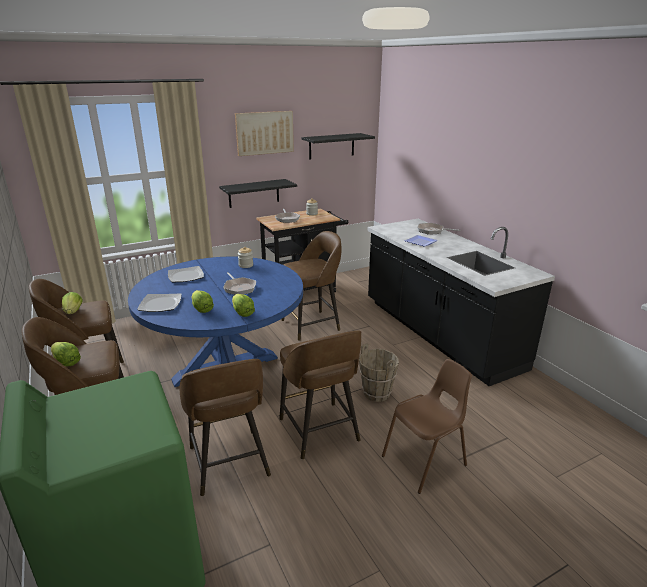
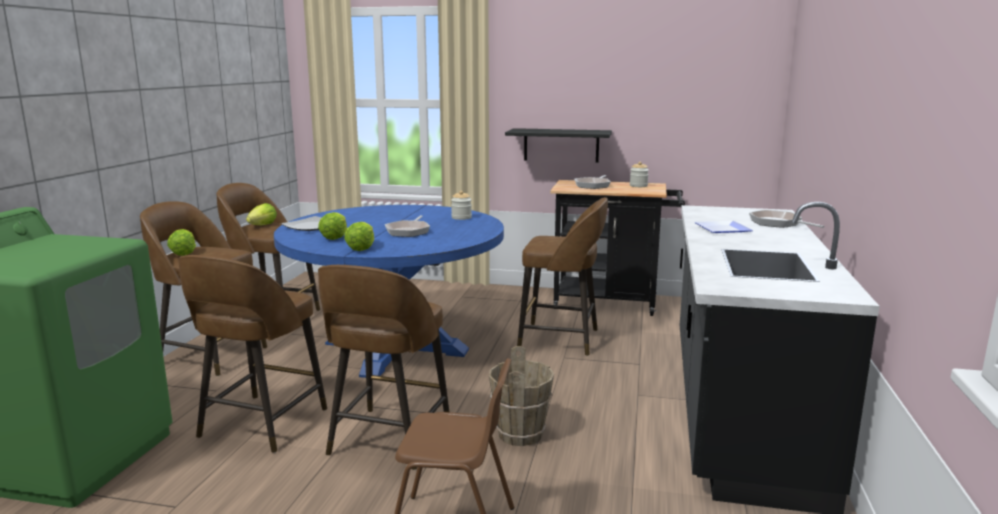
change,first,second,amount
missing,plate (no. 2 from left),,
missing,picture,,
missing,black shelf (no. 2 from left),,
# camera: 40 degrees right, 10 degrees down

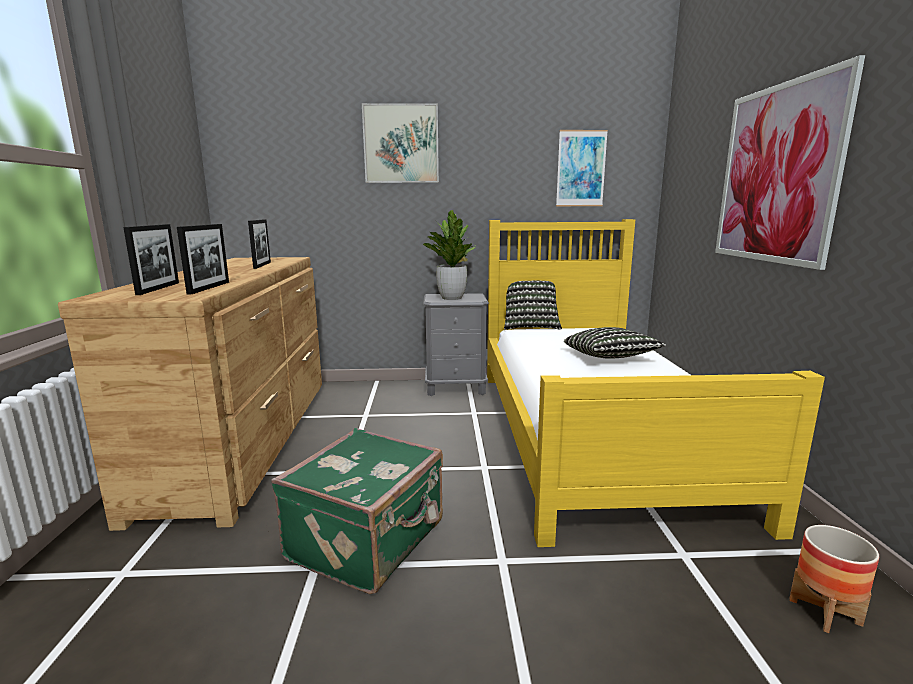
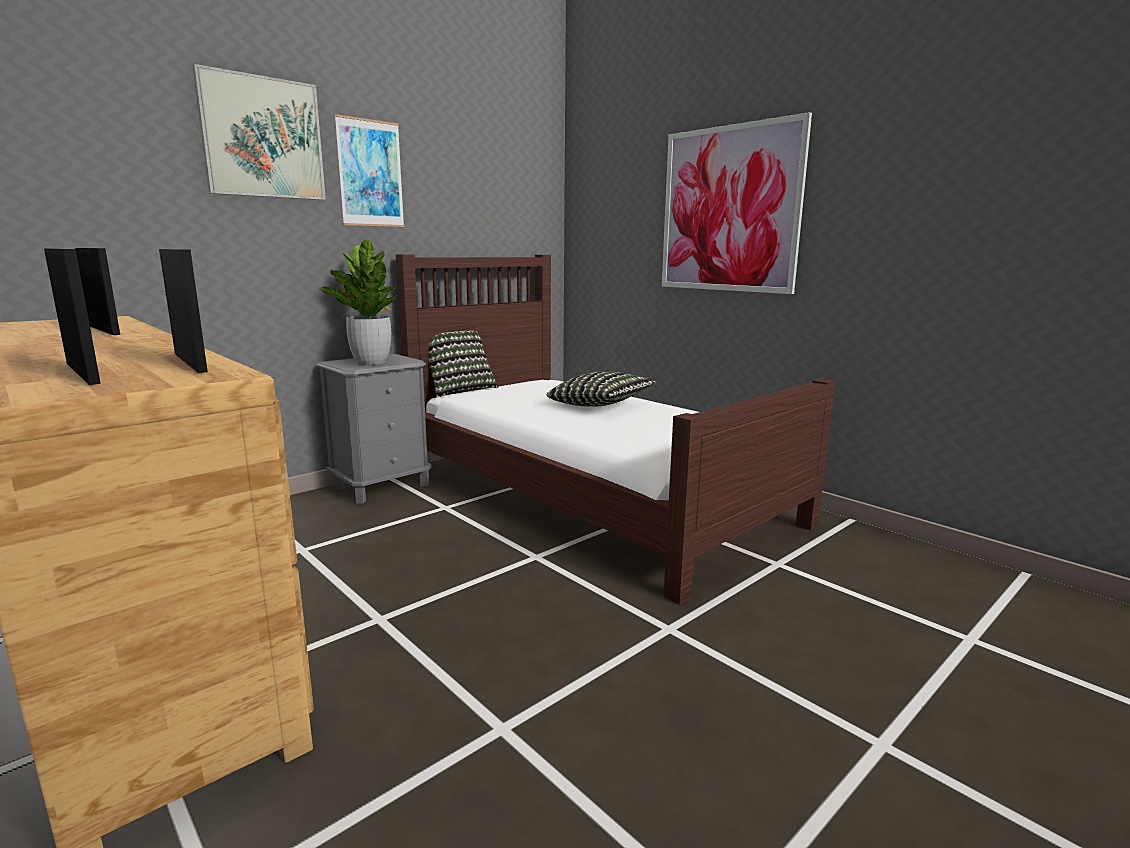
change,first,second,amount
missing,green suitcase,,
colour,yellow bed,brown bed,
relocated,picture (no. 2 from left),,
missing,planter,,
# camera: 40 degrees left, 0 degrees up

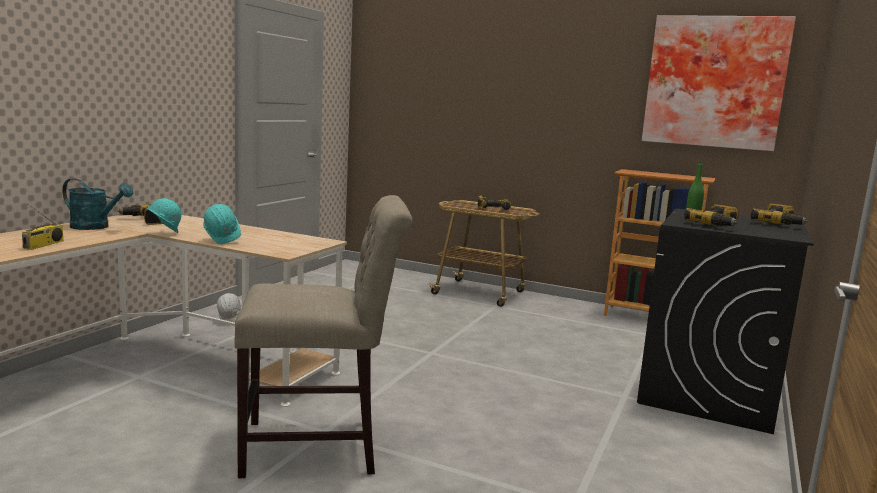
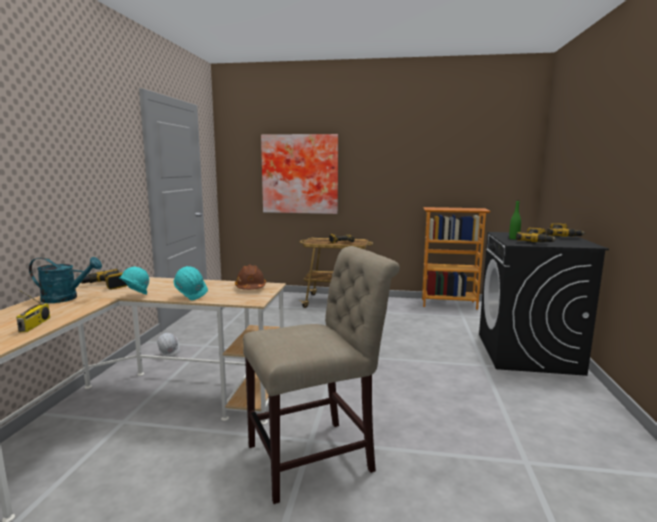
change,first,second,amount
relocated,picture,,
appeared,,brown hard hat,
# camera: 15 degrees left, 0 degrees up

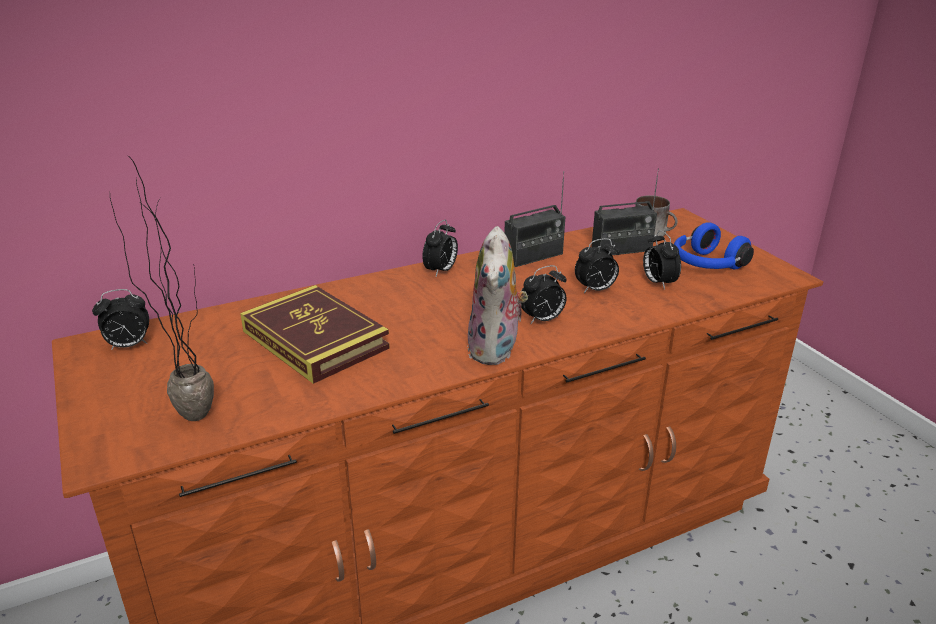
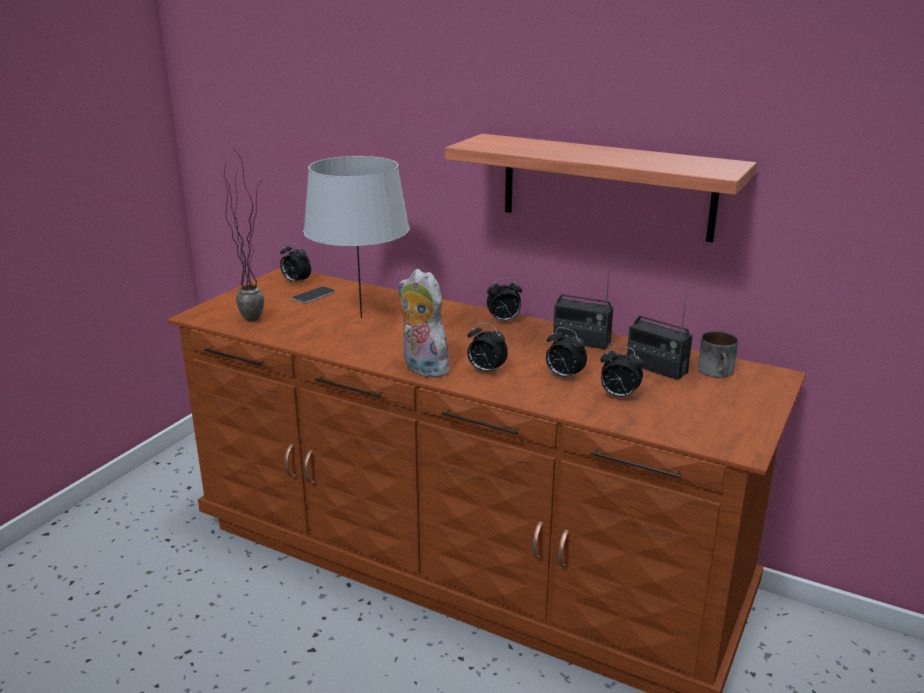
change,first,second,amount
exchanged,book,grey table lamp,
spun,plush toy,,75 degrees clockwise
spun,alarm clock (no. 5 from left),,105 degrees counterclockwise
missing,blue headphones,,
appeared,,phone,
appeared,,shelf,
# camera: 55 degrees right, 5 degrees down

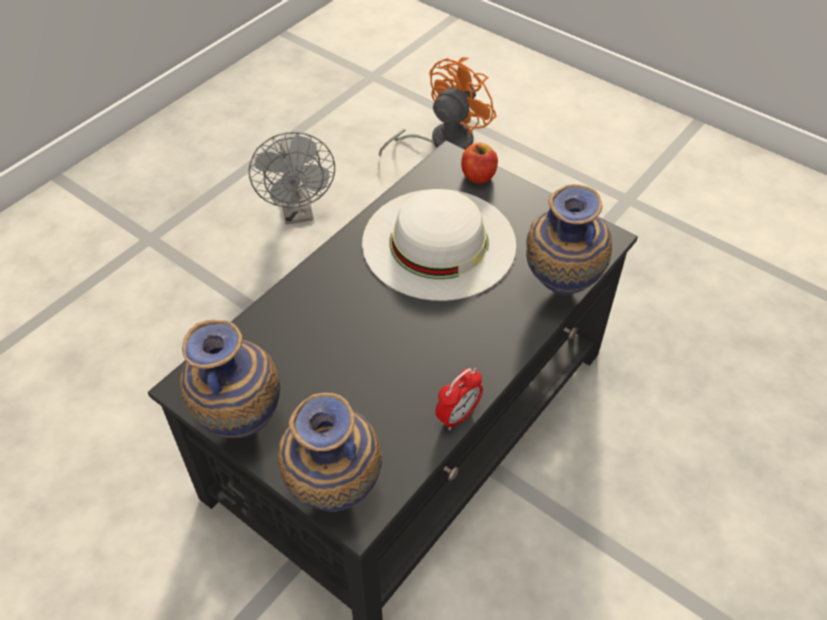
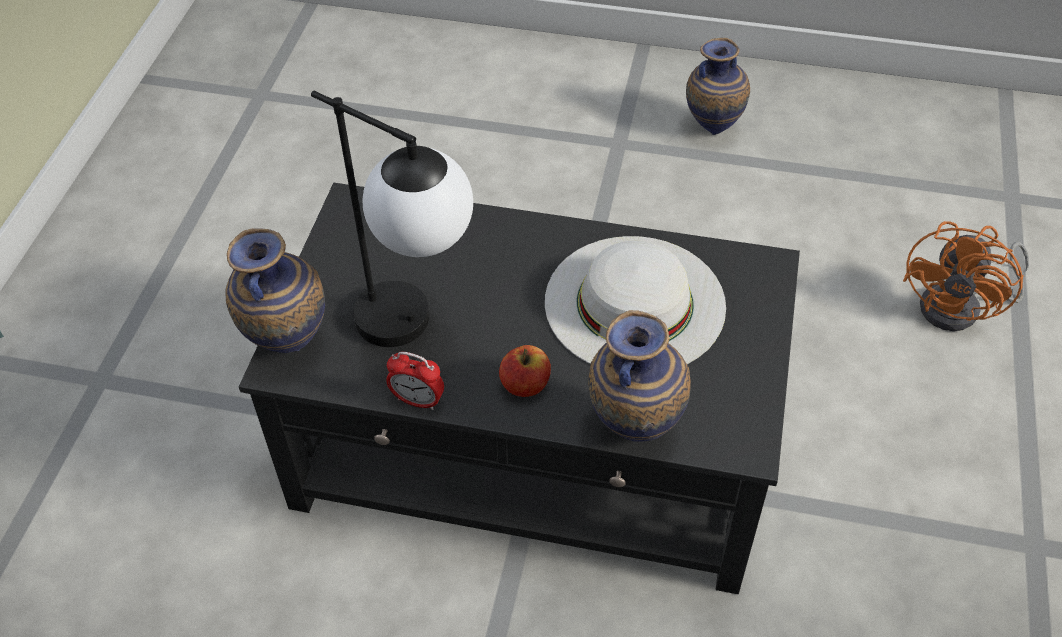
change,first,second,amount
relocated,vase (no. 1 from left in the first image),vase (no. 3 from left),
missing,grey fan,,
spun,orange fan,,105 degrees clockwise
relocated,apple,,
appeared,,table lamp,
# camera: 65 degrees right, 0 degrees up

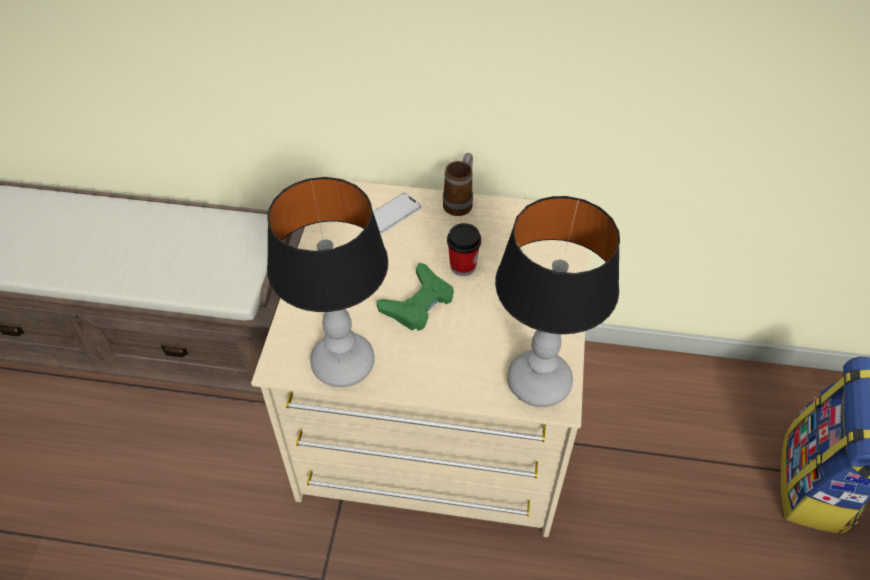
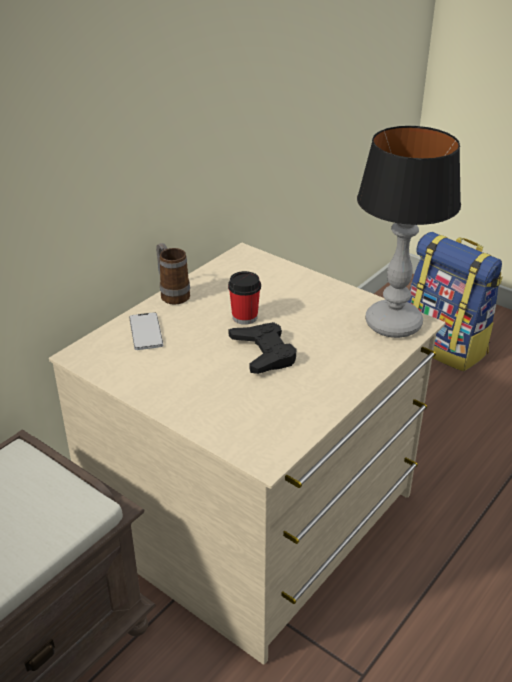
change,first,second,amount
missing,table lamp (no. 1 from left),,
colour,green game controller,black game controller,
# camera: 60 degrees left, 15 degrees down

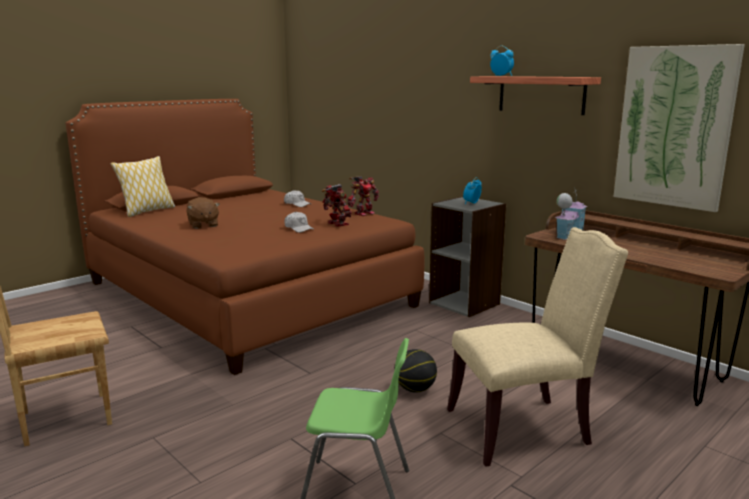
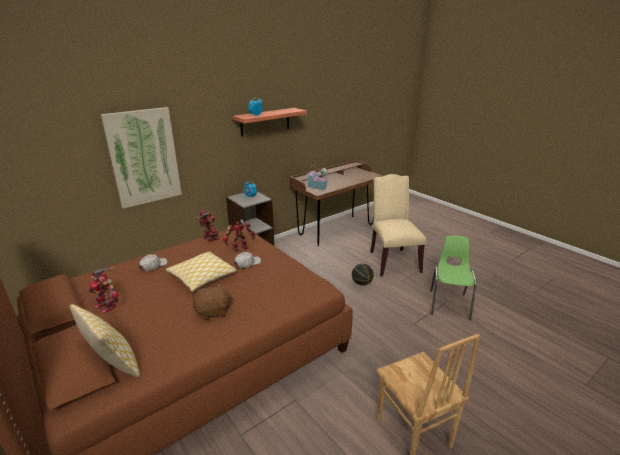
change,first,second,amount
relocated,picture,,
appeared,,toy robot (no. 1 from left),
appeared,,pillow (no. 2 from left),
# camera: 85 degrees left, 10 degrees up

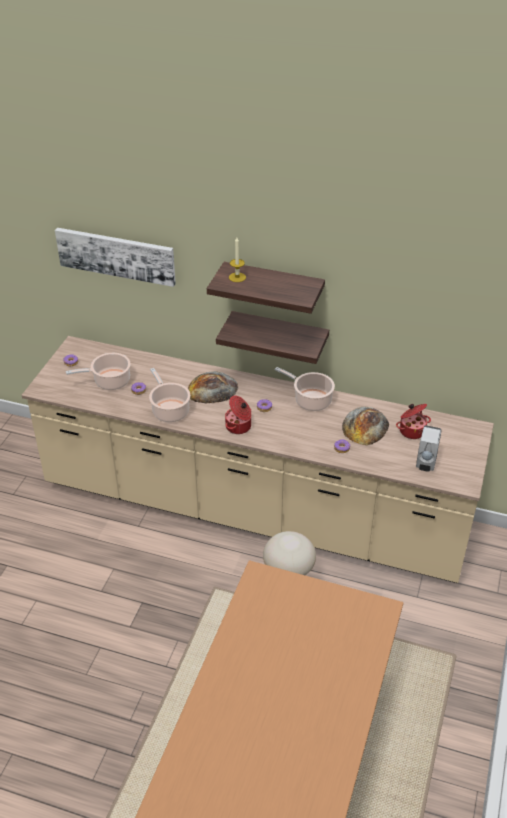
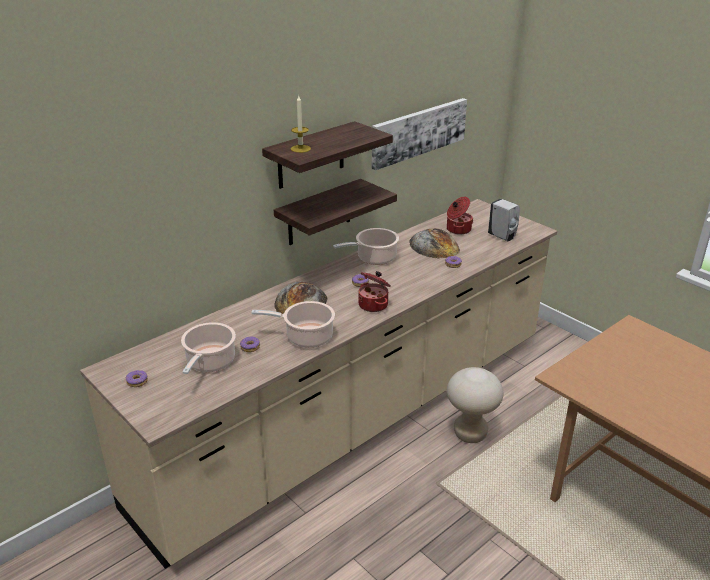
change,first,second,amount
relocated,picture,,
# camera: 60 degrees left, 10 degrees down

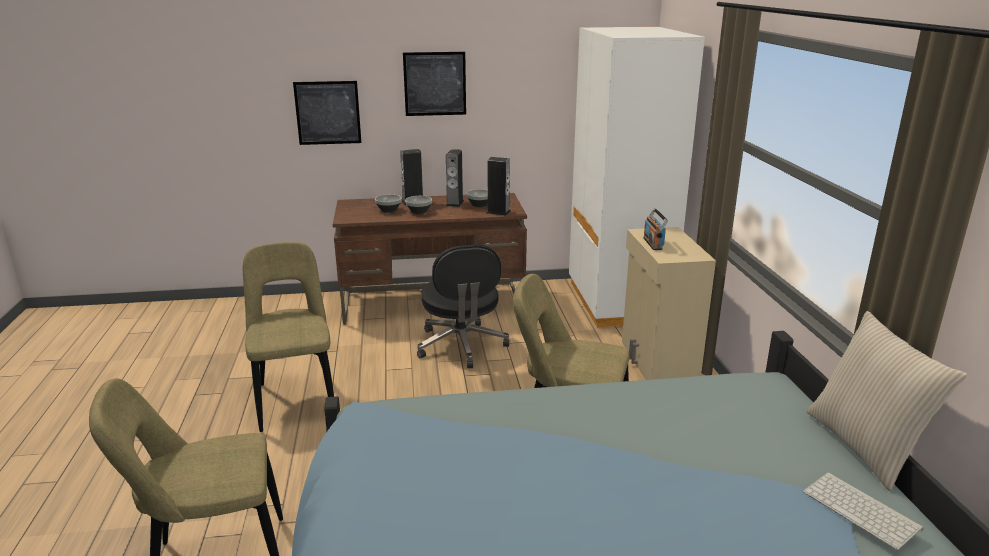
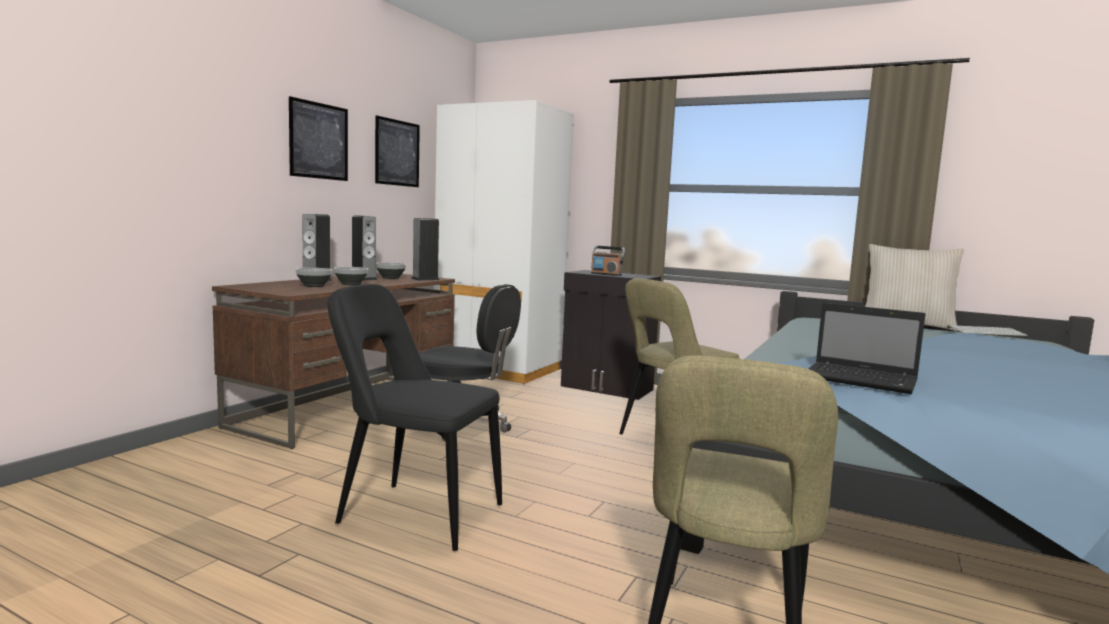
change,first,second,amount
colour,beige chair (no. 2 from left),black chair,
relocated,picture (no. 1 from left in the first image),picture (no. 2 from left),
colour,beige cabinet,black cabinet,
appeared,,laptop,
# camera: 55 degrees left, 15 degrees down

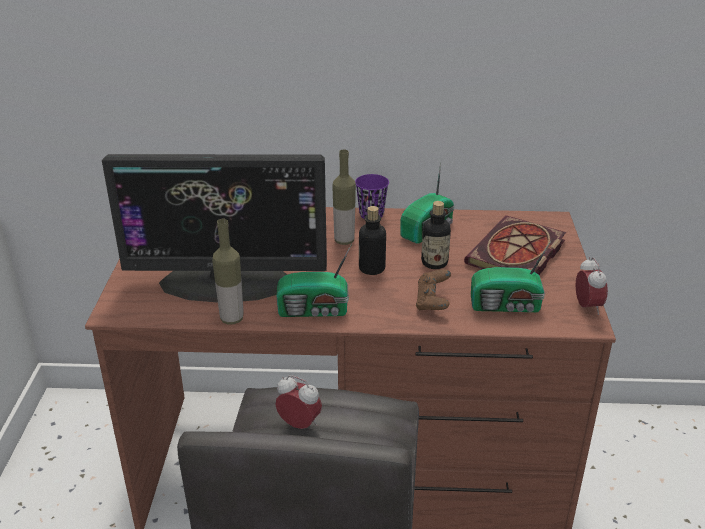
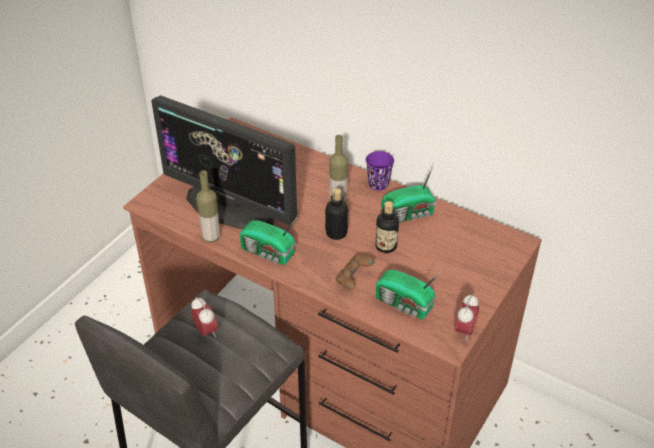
change,first,second,amount
missing,book,,
# camera: 30 degrees right, 10 degrees up

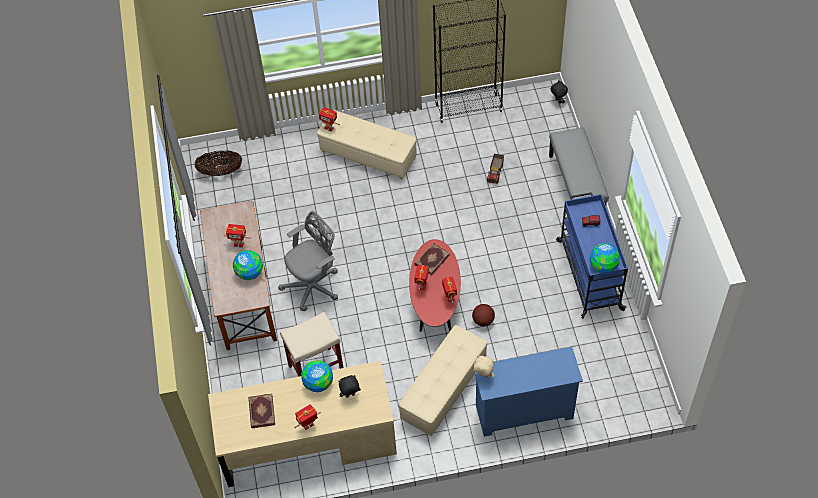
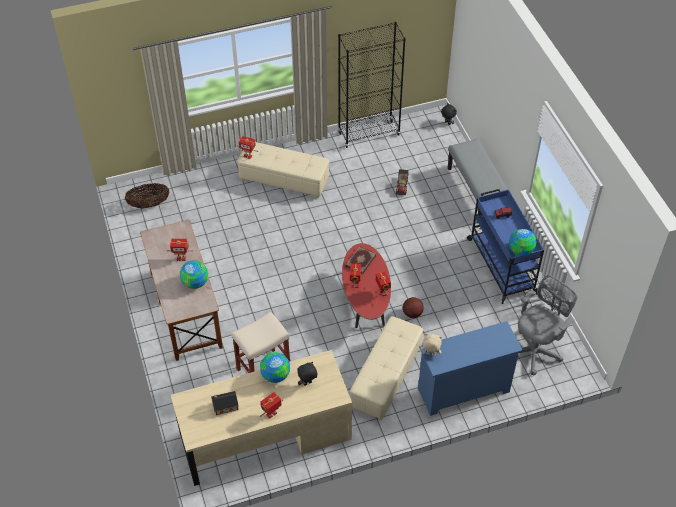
change,first,second,amount
exchanged,book (no. 1 from left),toy house,
relocated,grey office chair,,
# camera: 10 degrees left, 5 degrees down

